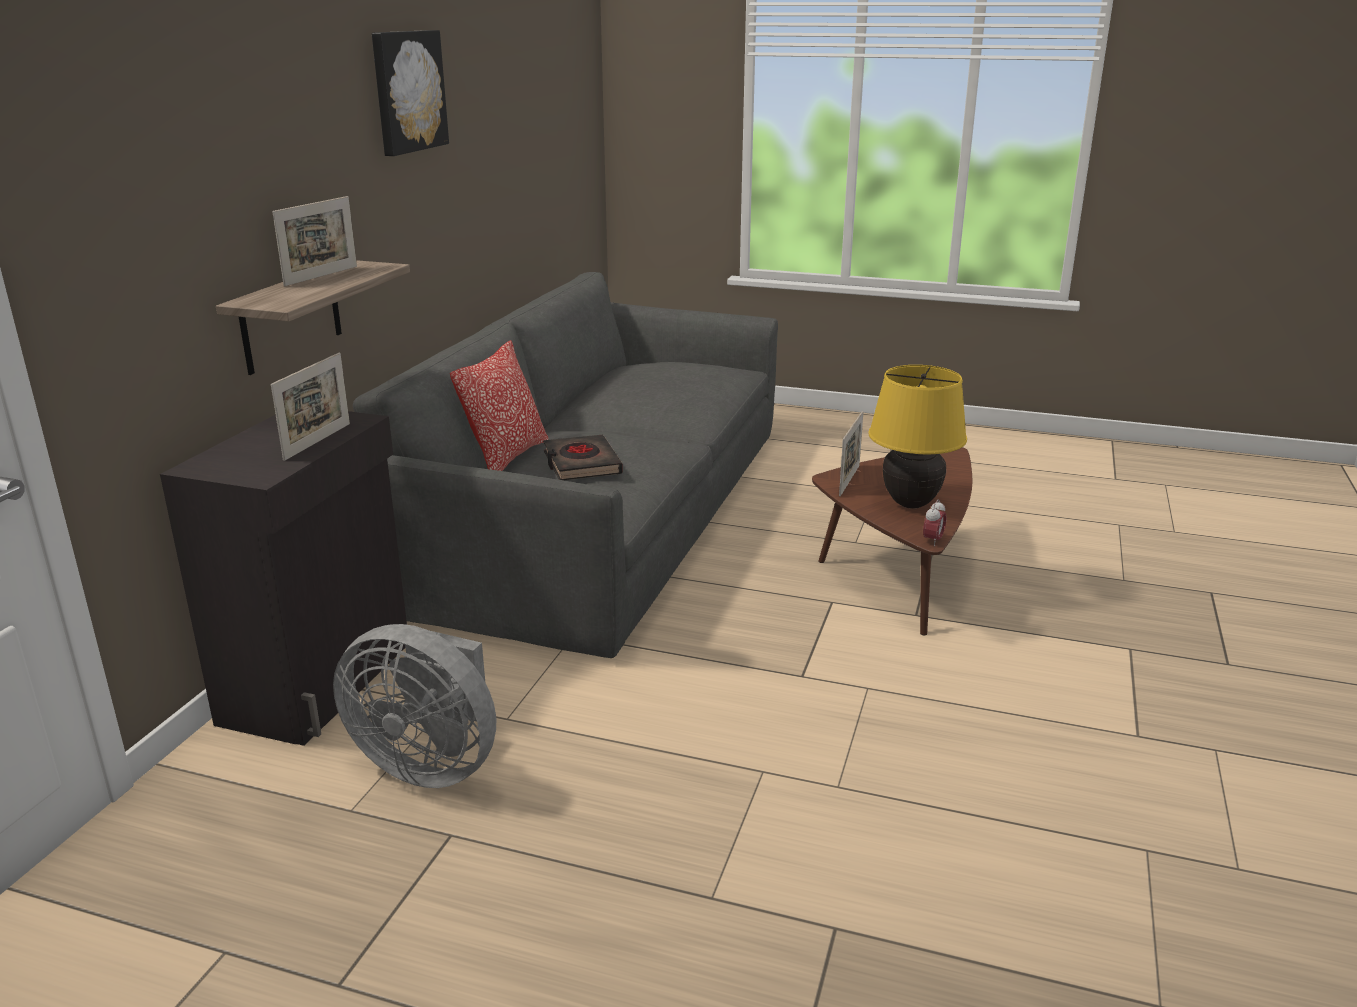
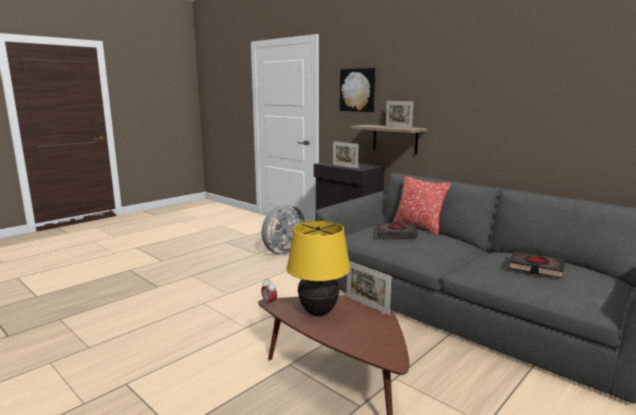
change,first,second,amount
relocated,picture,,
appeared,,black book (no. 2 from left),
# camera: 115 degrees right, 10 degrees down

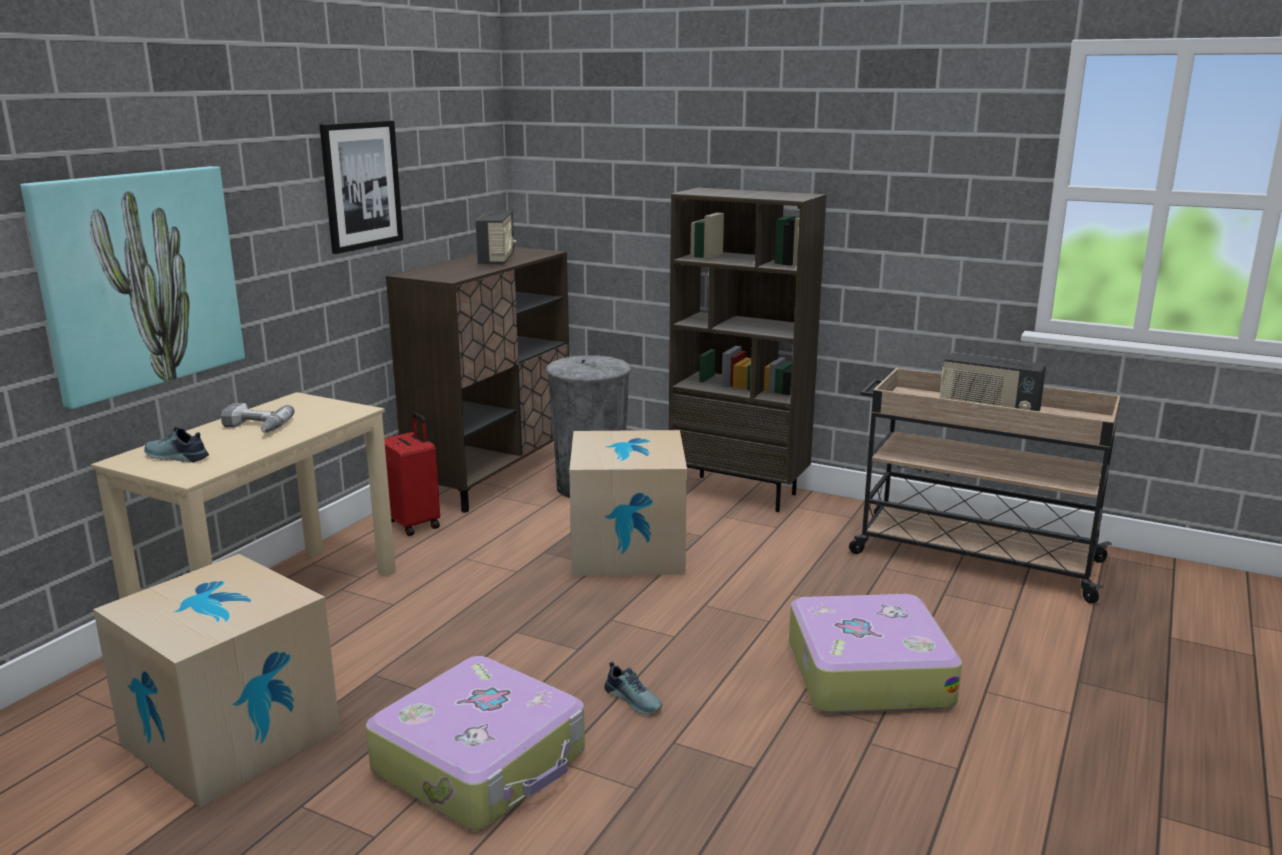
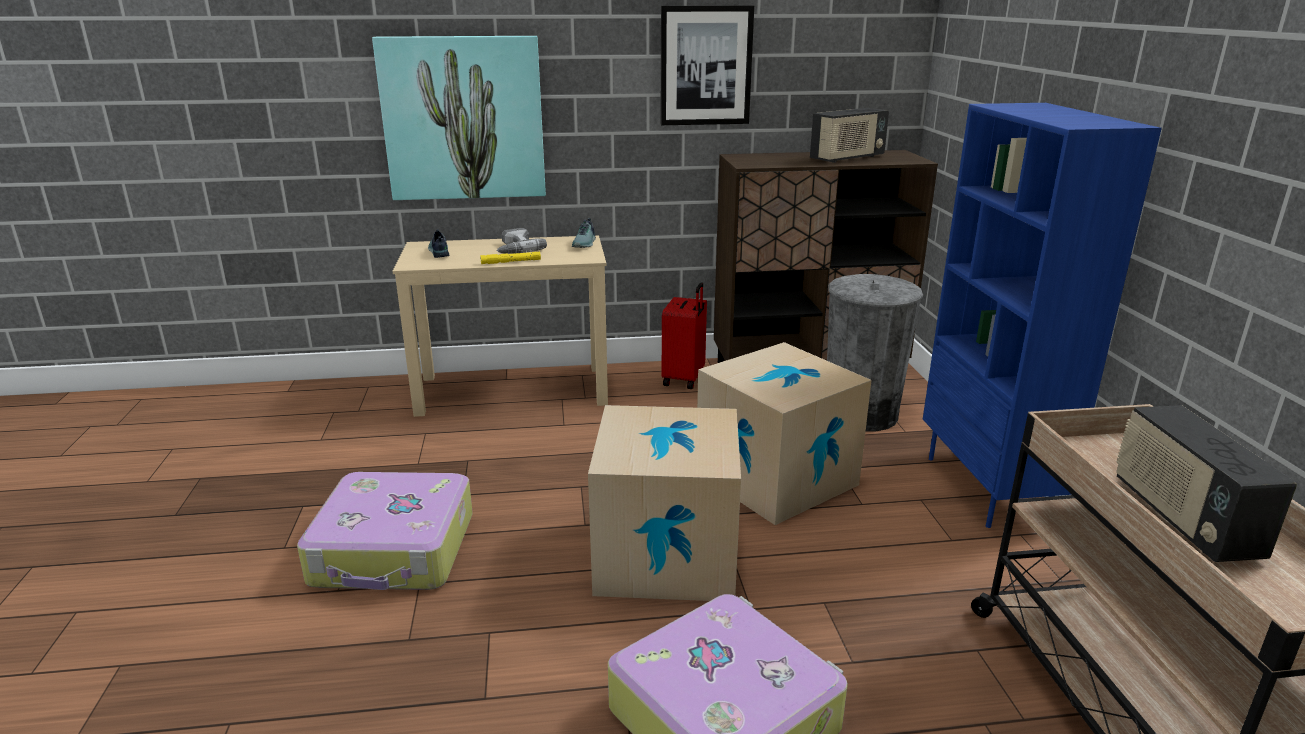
change,first,second,amount
relocated,cardboard box (no. 1 from left),,
relocated,shoe (no. 2 from left),,
colour,brown bookcase,blue bookcase,
appeared,,yellow flashlight,
# camera: 55 degrees right, 5 degrees up

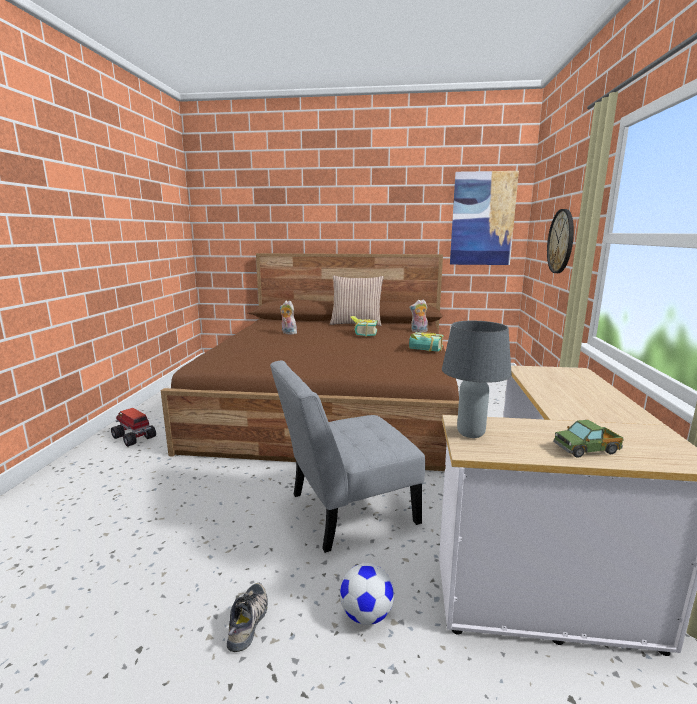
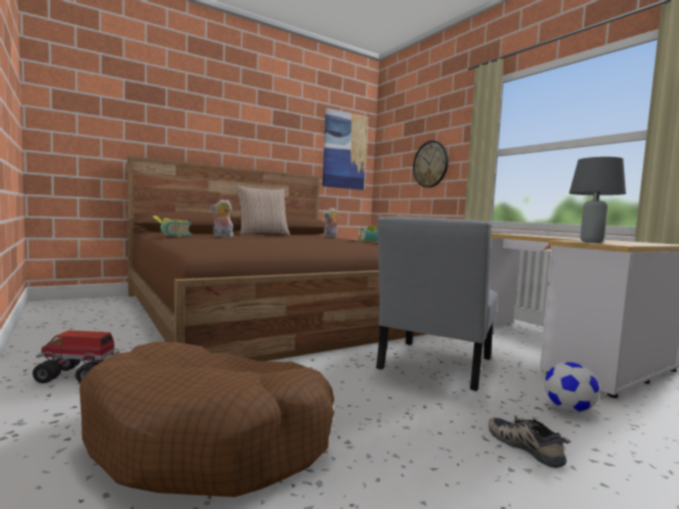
change,first,second,amount
relocated,book (no. 1 from left),,
missing,toy truck (no. 2 from left),,
appeared,,brown dog bed,
# camera: 40 degrees left, 10 degrees down

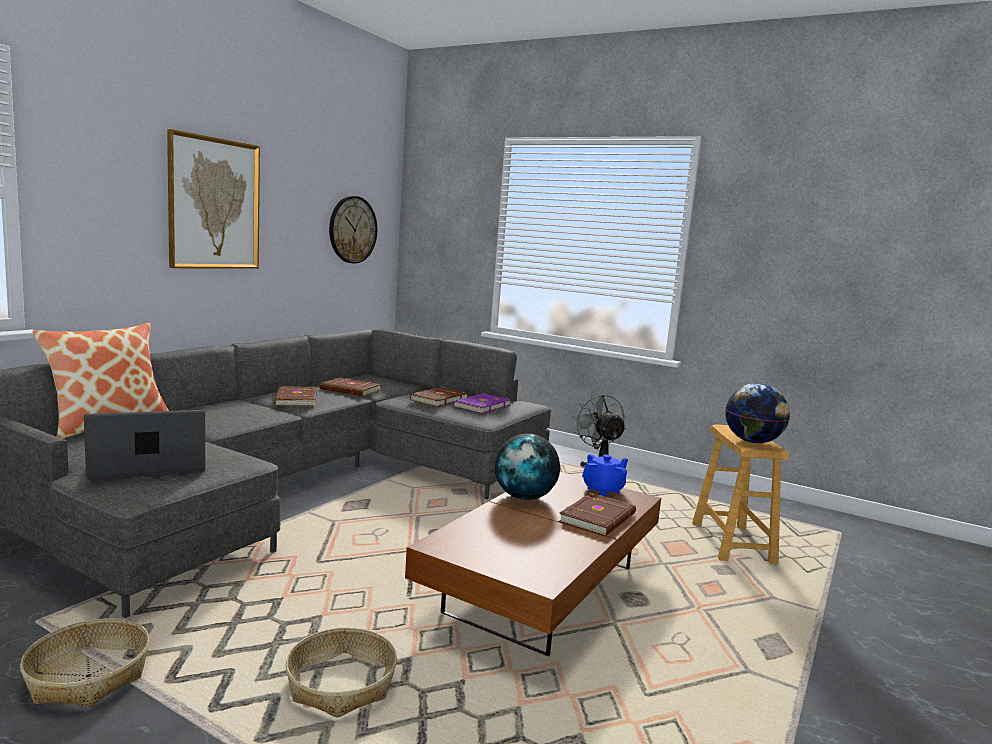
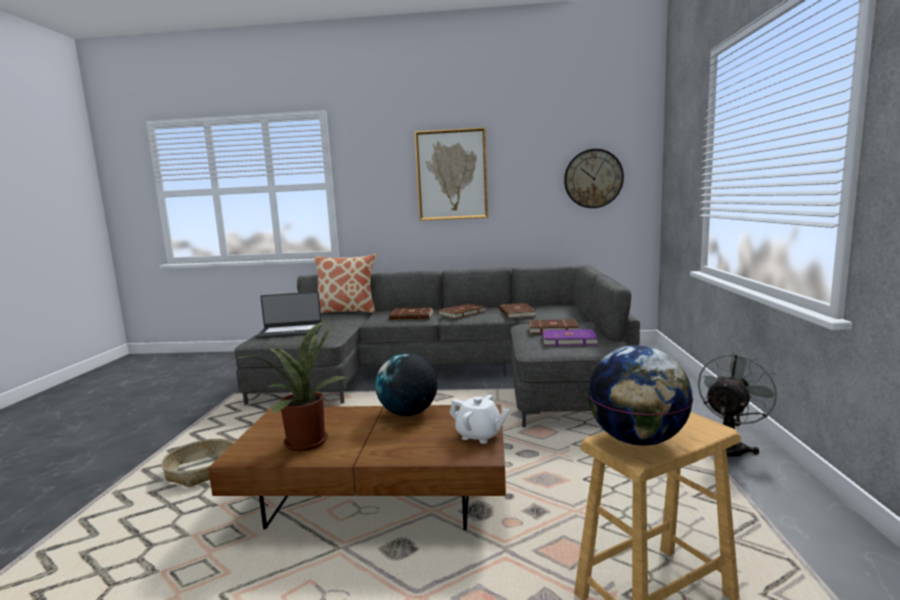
change,first,second,amount
missing,basket (no. 1 from left),,
spun,laptop,,135 degrees clockwise
relocated,brown book (no. 4 from left in the first image),brown book (no. 1 from left),
colour,blue teapot,white teapot,
appeared,,potted plant,
# camera: 65 degrees right, 0 degrees up

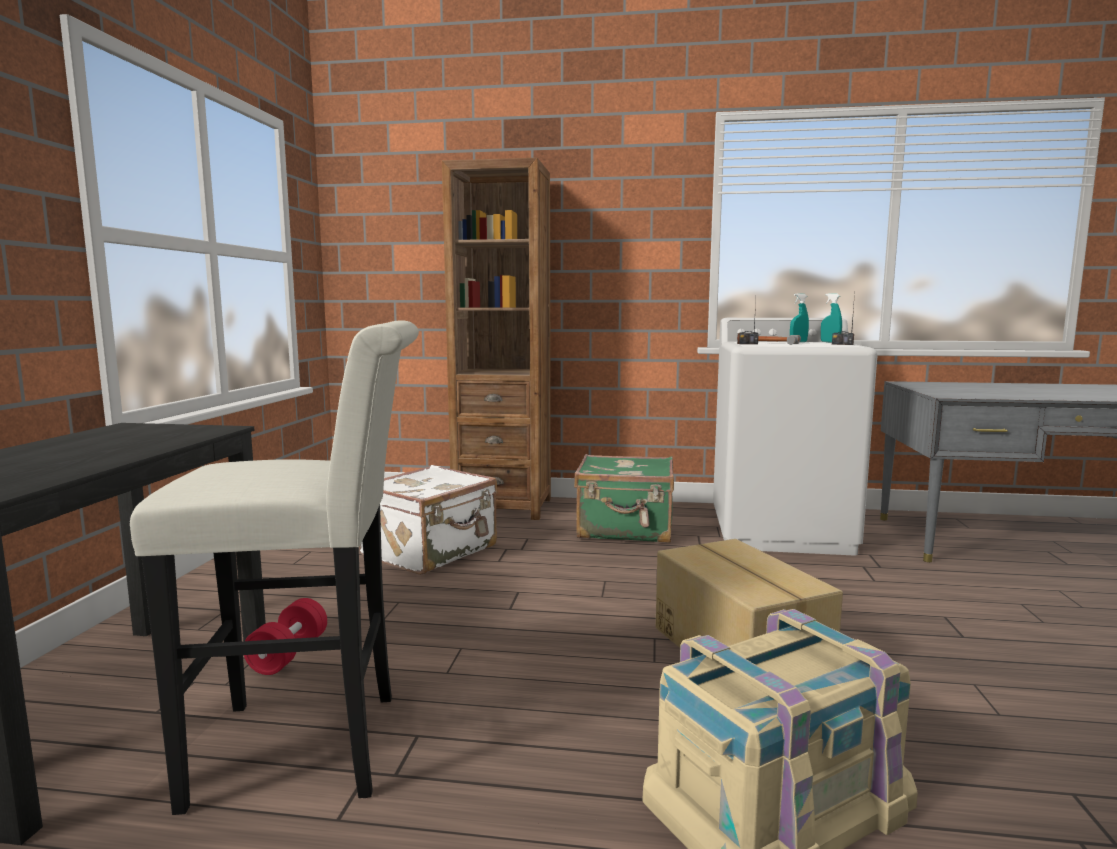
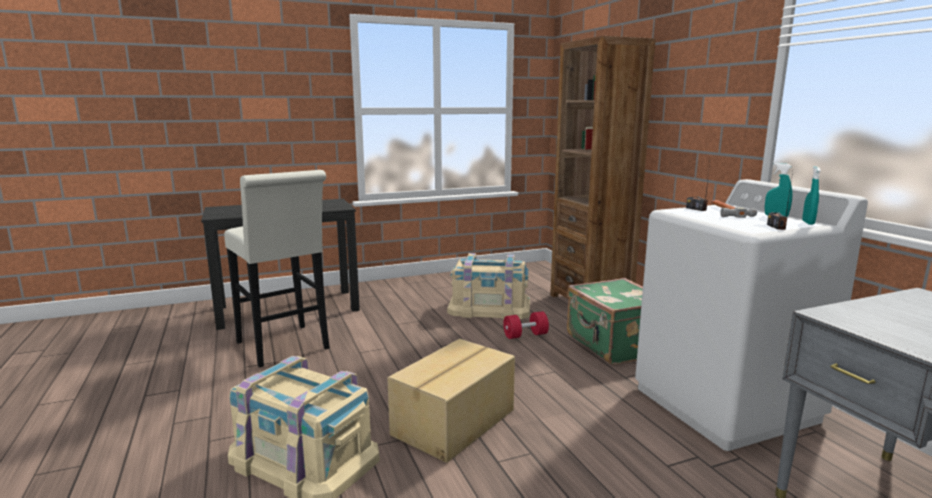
change,first,second,amount
relocated,red dumbbell,,
exchanged,white suitcase,beige storage box (no. 2 from left),
# camera: 60 degrees right, 5 degrees up

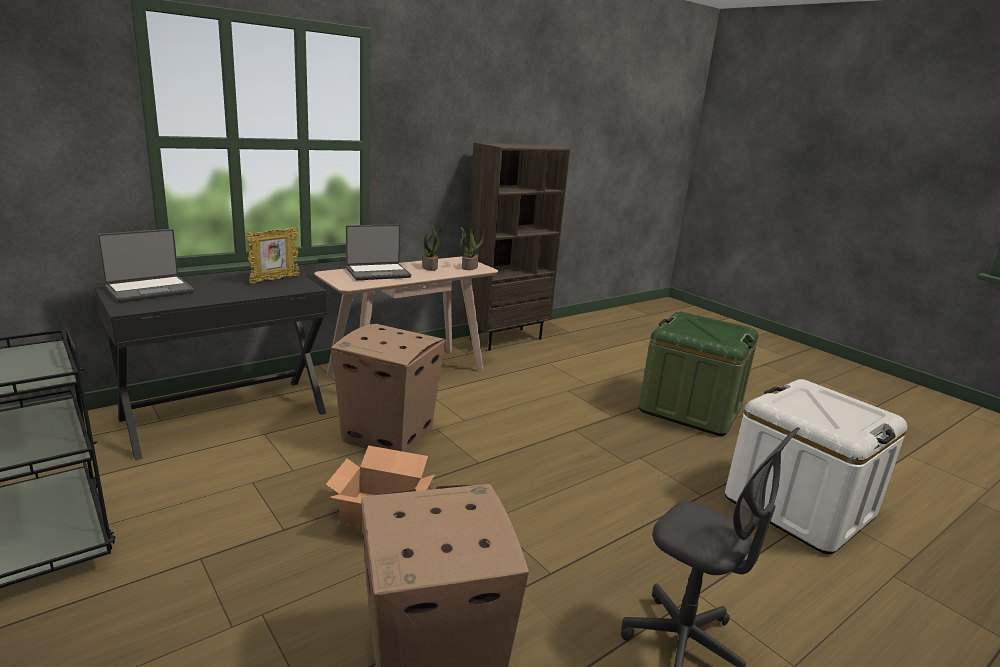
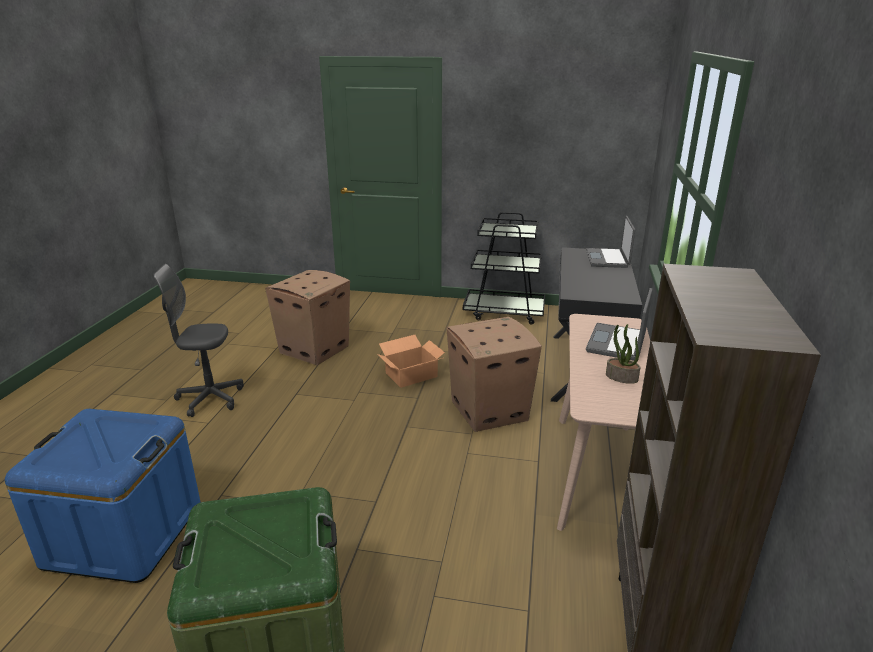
change,first,second,amount
missing,picture frame,,
missing,potted plant (no. 2 from left),,
colour,white storage box,blue storage box,
# camera: 140 degrees right, 5 degrees up

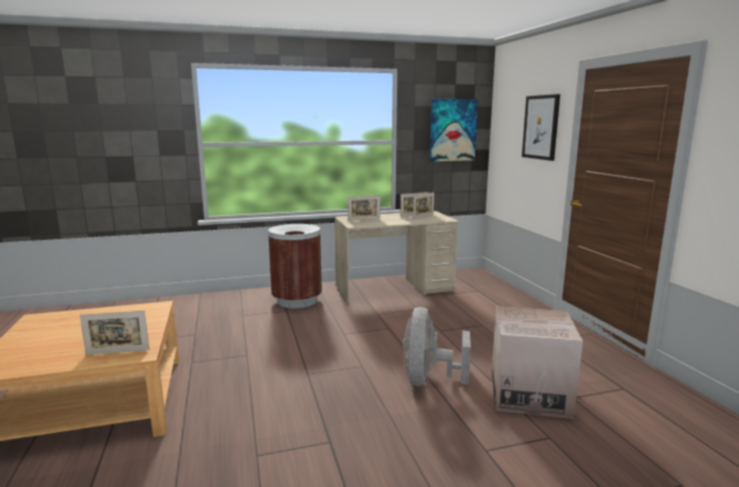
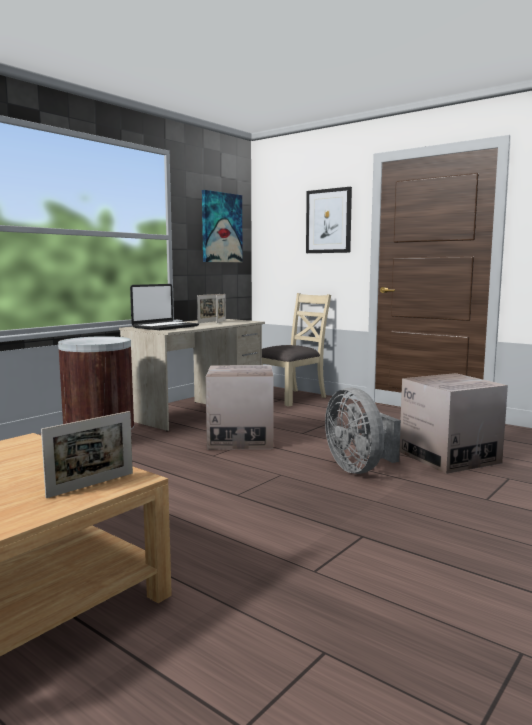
change,first,second,amount
exchanged,picture frame (no. 2 from left),laptop,
appeared,,cardboard box (no. 1 from left),
appeared,,beige chair,
# camera: 35 degrees left, 5 degrees down

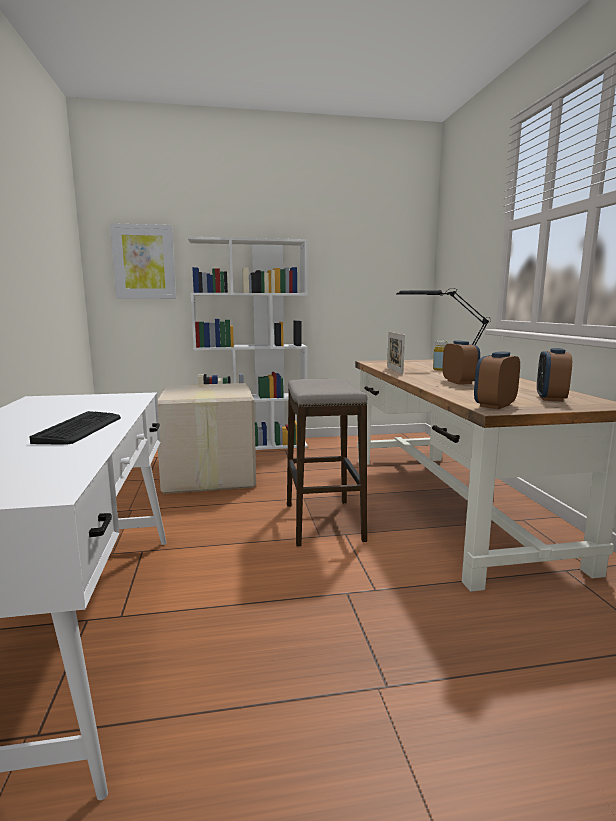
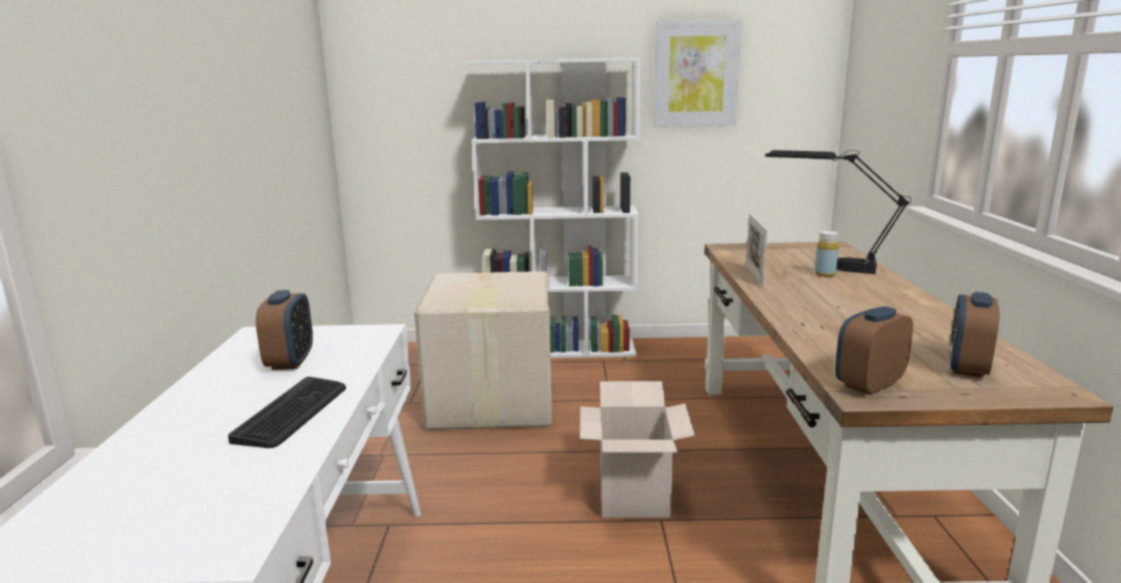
change,first,second,amount
relocated,picture,,
exchanged,stool,cardboard box (no. 2 from left),
relocated,alarm clock (no. 1 from left),,
# camera: 10 degrees right, 5 degrees up

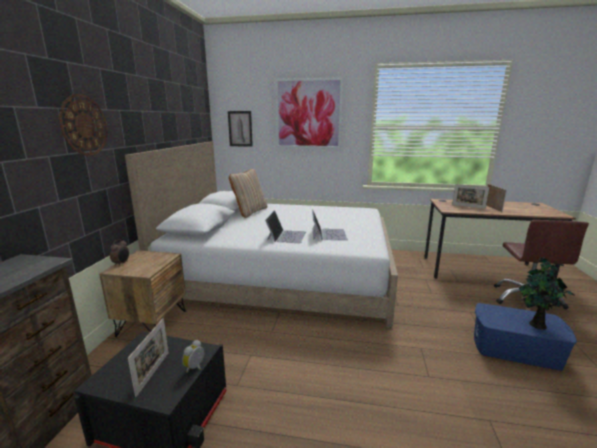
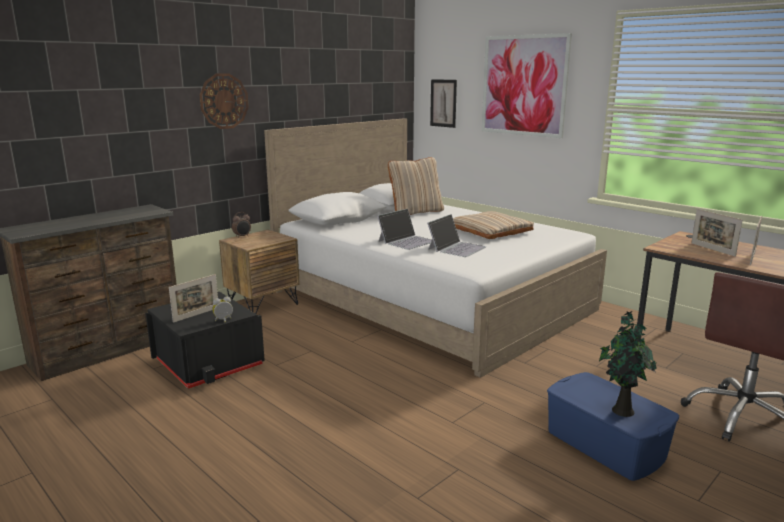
change,first,second,amount
appeared,,beige pillow (no. 2 from left),
# camera: 35 degrees right, 0 degrees up

